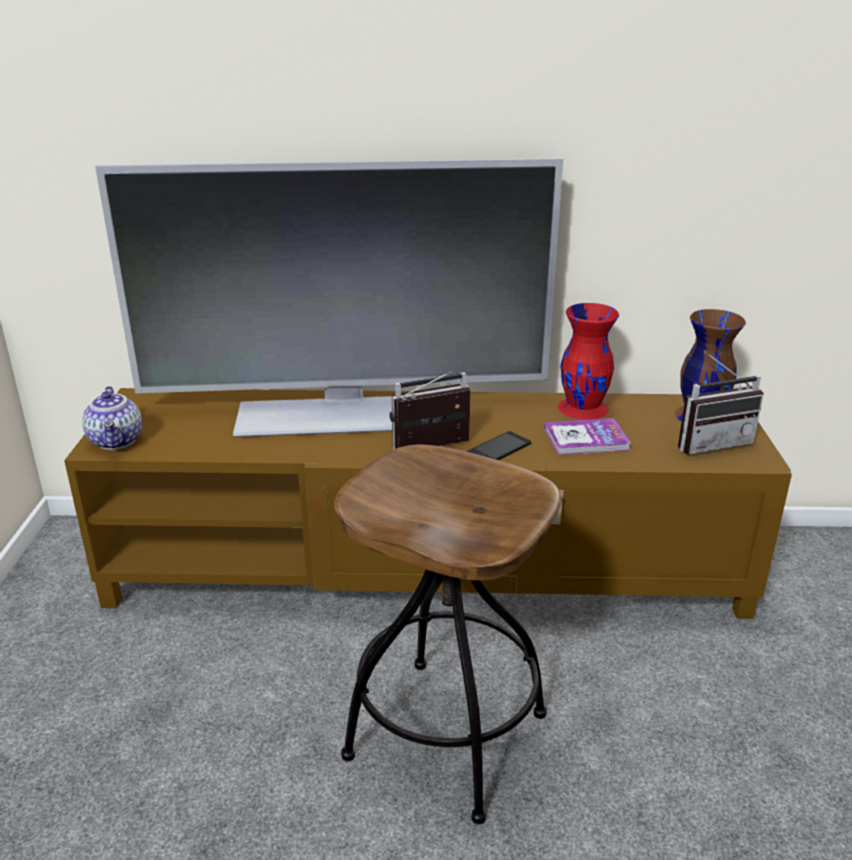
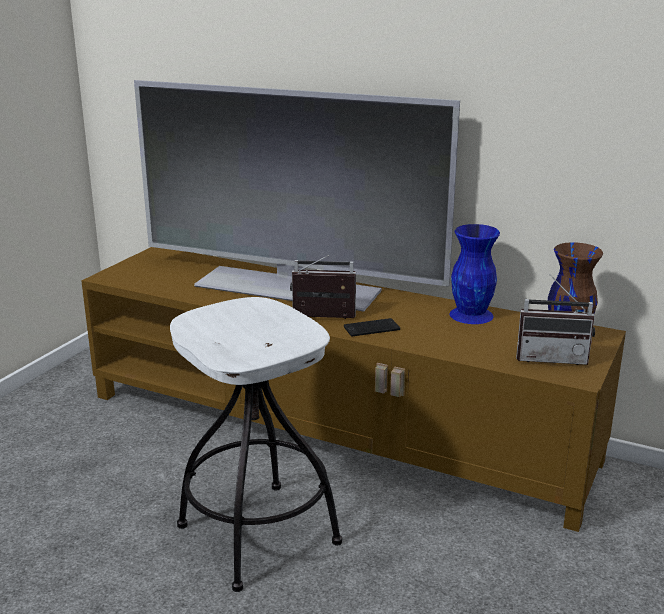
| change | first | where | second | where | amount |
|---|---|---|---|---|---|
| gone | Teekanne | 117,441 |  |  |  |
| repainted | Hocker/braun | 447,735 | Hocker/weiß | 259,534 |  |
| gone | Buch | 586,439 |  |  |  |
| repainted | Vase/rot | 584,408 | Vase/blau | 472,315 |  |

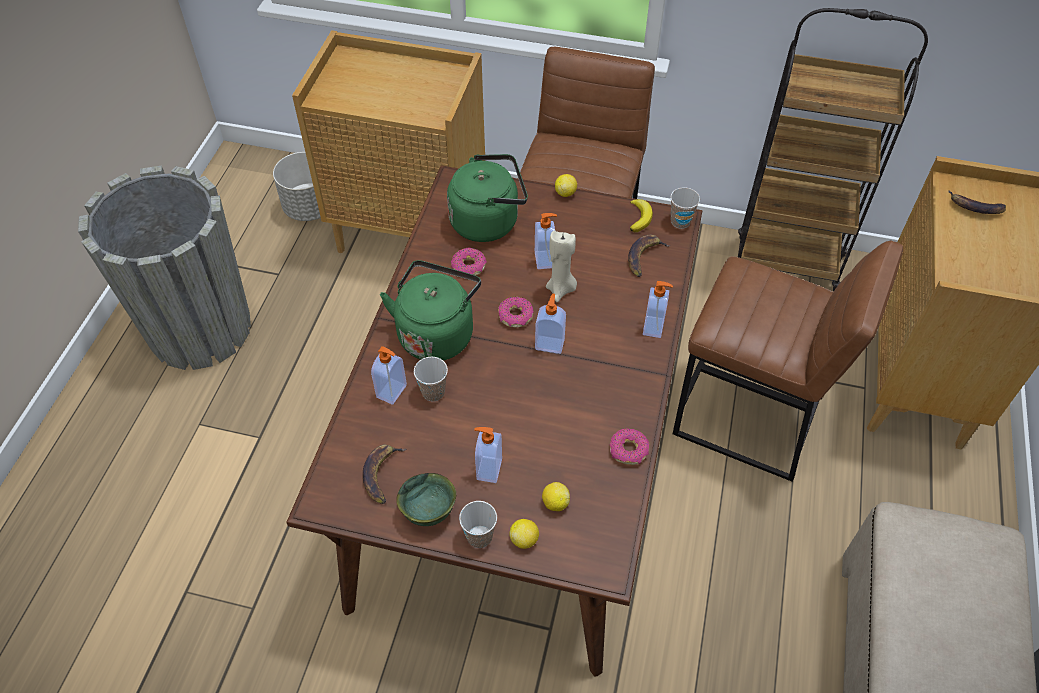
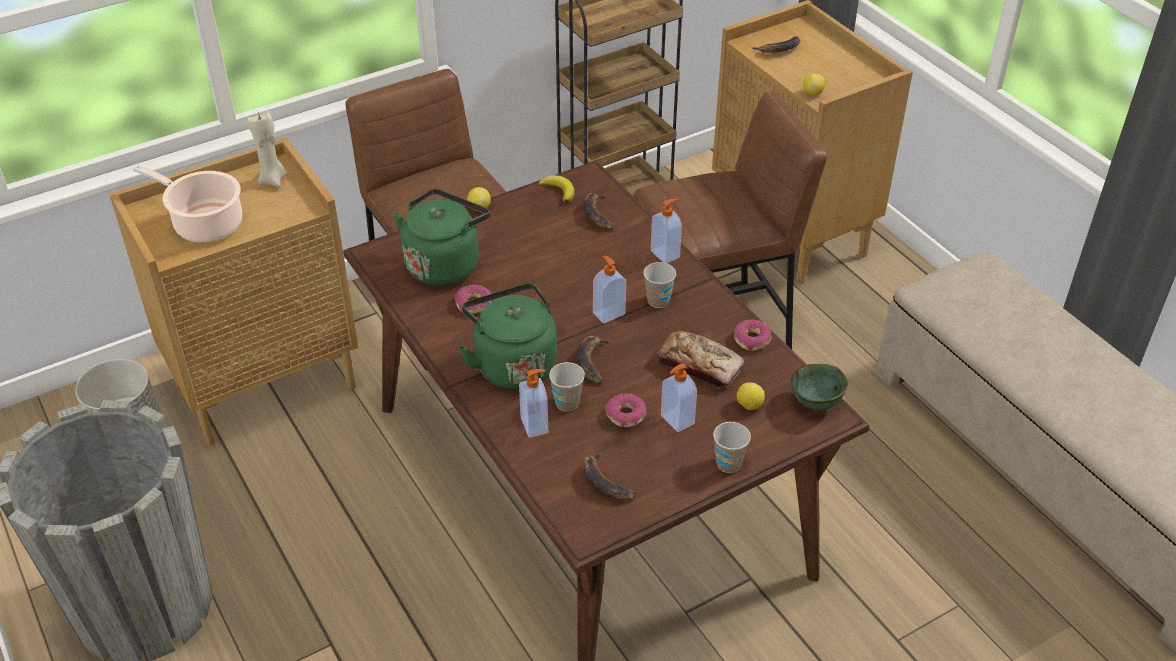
| change | first | where | second | where | amount |
|---|---|---|---|---|---|
| shifted | Schüssel/grün | 428,513 |  | 816,404 |  |
| shifted | Donut | 515,316 |  | 625,415 |  |
| shifted | Zitrone | 524,539 |  | 812,93 |  |
| gone | Seifenspender | 545,260 |  |  |  |
| shifted | Kerze/beige | 561,289 |  | 273,179 |  |
| shifted | Tasse | 680,221 |  | 658,301 |  |
| new |  |  | Kochtopf | 205,223 |  |
| new |  |  | Banane | 593,362 |  |
| new |  |  | Brot | 699,366 |  |

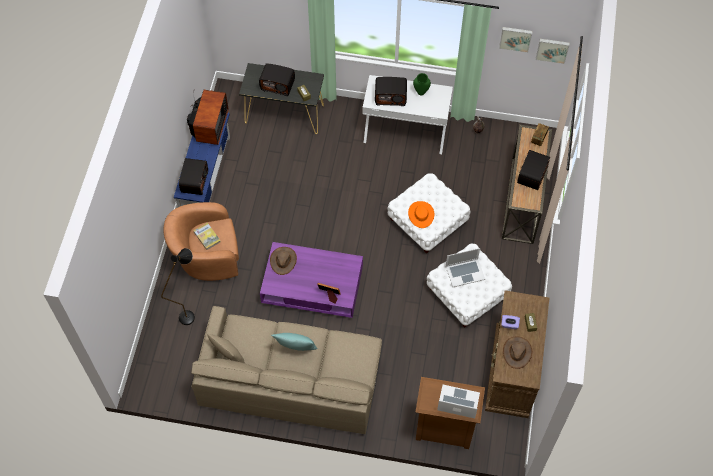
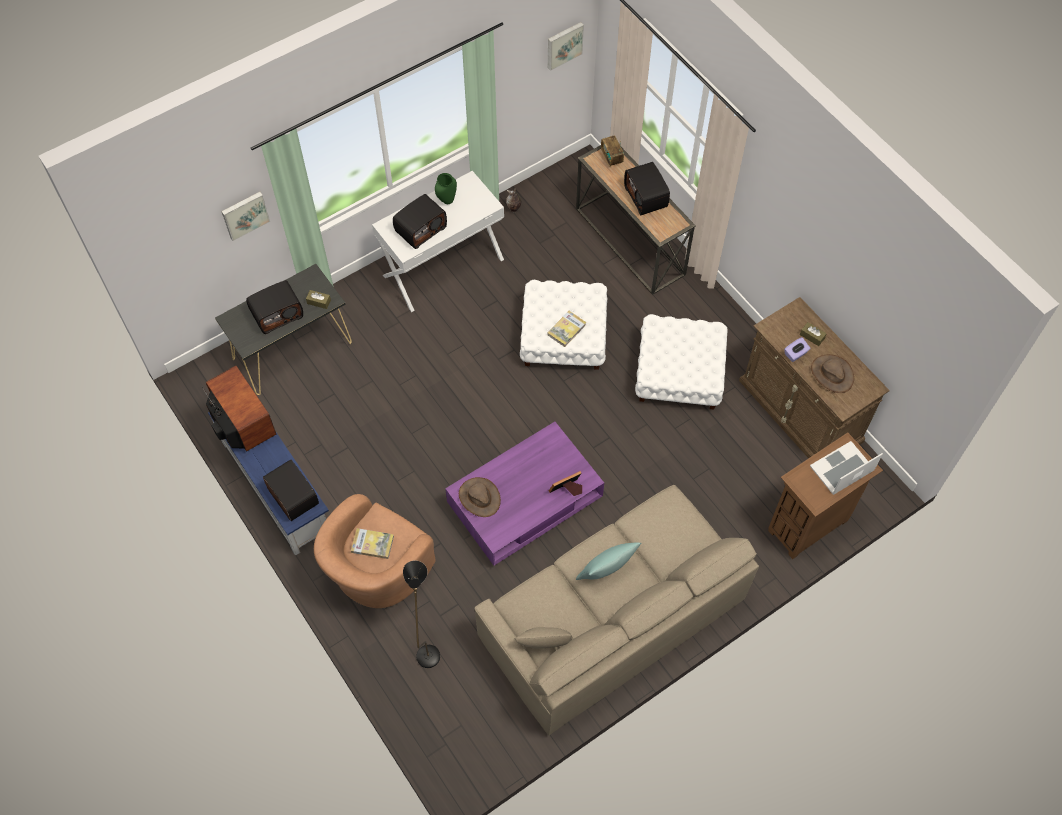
| change | first | where | second | where | amount |
|---|---|---|---|---|---|
| swapped | Hut/orange | 421,214 | Buch | 566,330 |  |
| gone | Laptop | 465,272 |  |  |  |
| shifted | Bild | 515,38 |  | 245,214 |  |

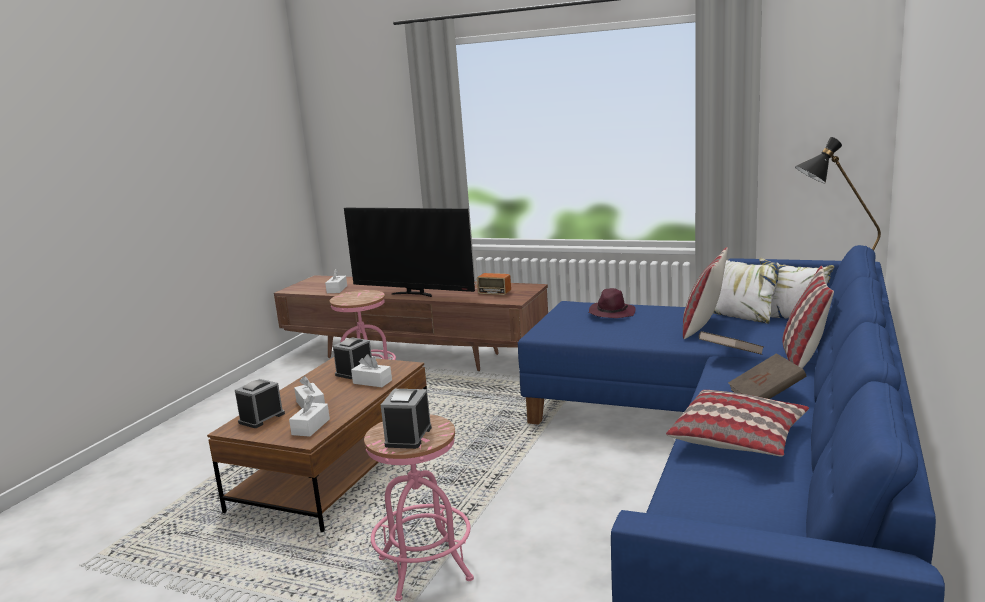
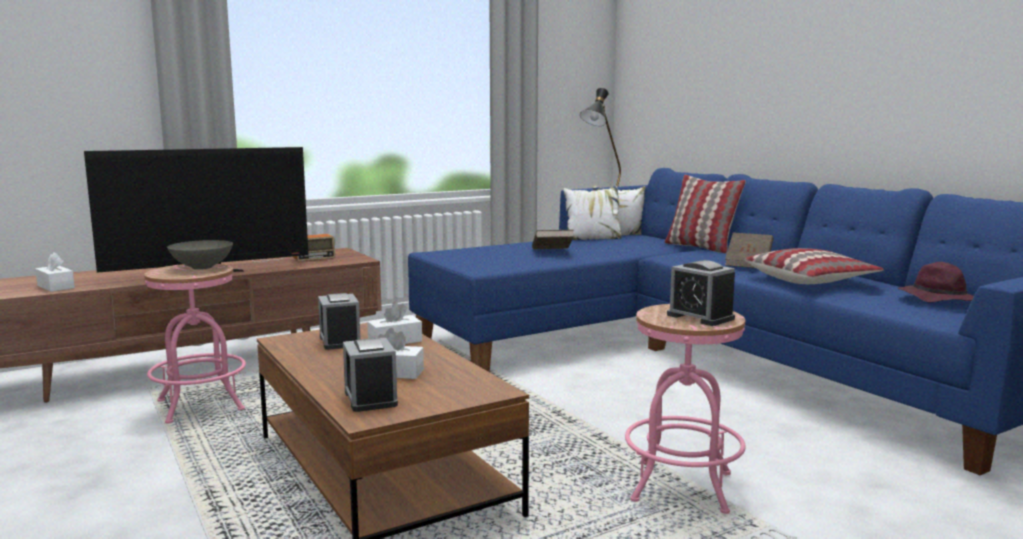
| change | first | where | second | where | amount |
|---|---|---|---|---|---|
| gone | Taschentuchbox/weiß | 311,427 |  |  |  |
| shifted | Hut/lila | 611,313 |  | 937,299 |  |
| gone | Kissen | 703,327 |  |  |  |
| shifted | Buch/braun | 730,356 |  | 552,252 |  |
| new |  |  | Schüssel/grau | 203,267 |  |

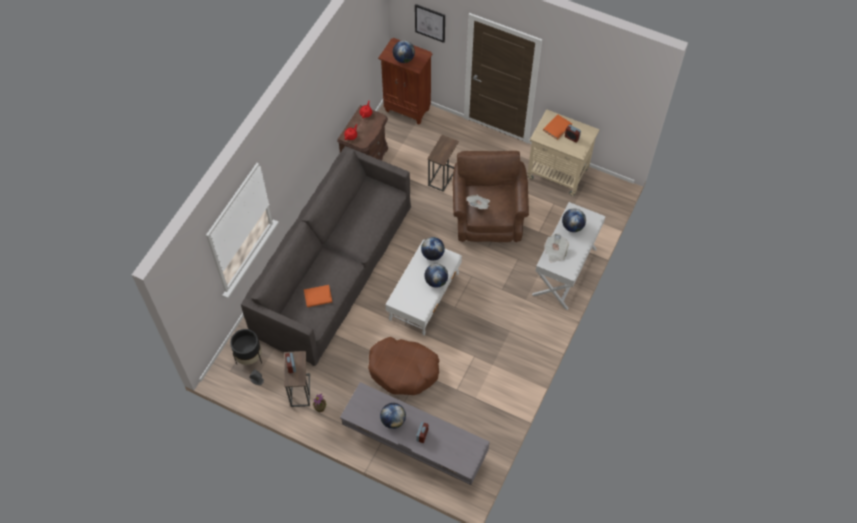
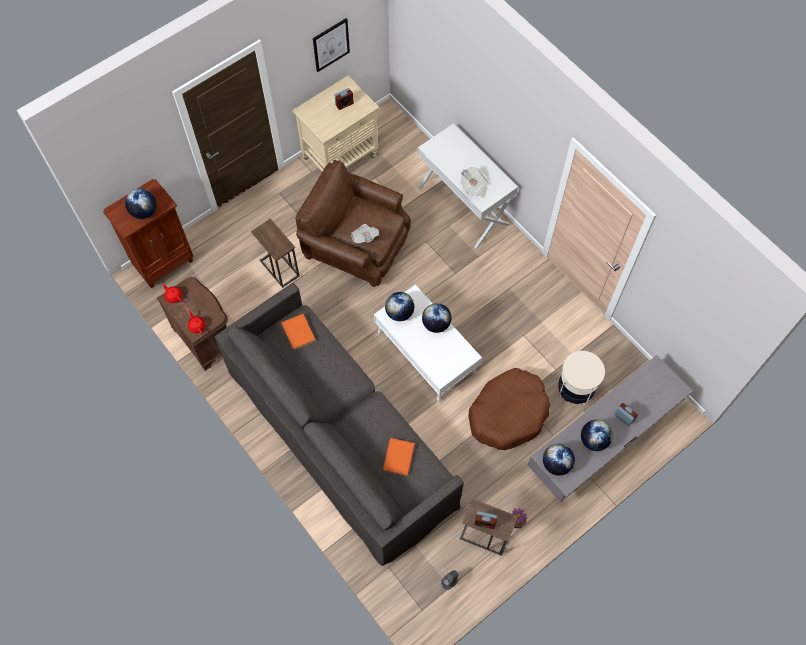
| change | first | where | second | where | amount |
|---|---|---|---|---|---|
| gone | Pflanzkübel/schwarz | 249,357 |  |  |  |
| shifted | Bild | 430,23 |  | 331,44 |  |
| shifted | Buch/orange | 557,128 |  | 299,332 |  |
| shifted | Globus | 572,226 |  | 556,464 |  |
| new |  |  | Beistelltisch/beige | 575,389 |  |

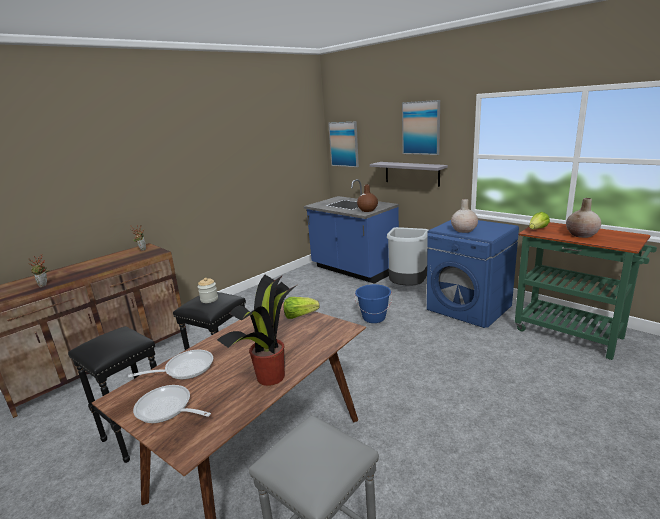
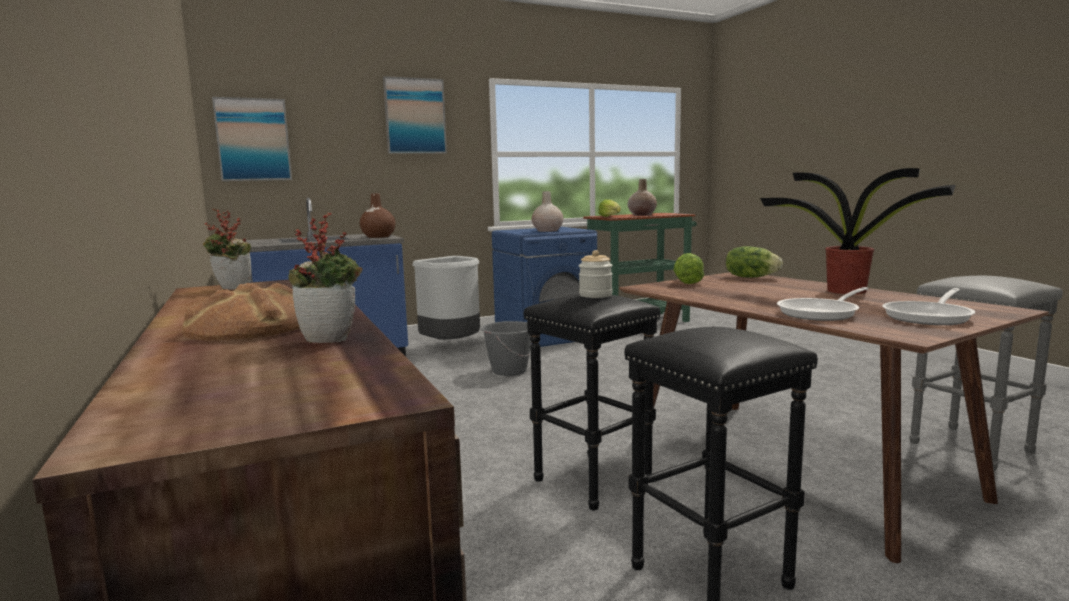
| change | first | where | second | where | amount |
|---|---|---|---|---|---|
| rotated | Pfanne | 185,369 |  | 822,313 | 120 degrees counterclockwise |
| repainted | Eimer/blau | 374,318 | Eimer/grau | 509,371 |  |
| gone | Wandregal/grau | 411,173 |  |  |  |
| new |  |  | Brot | 252,327 |  |
| new |  |  | Salatkopf | 750,277 |  |

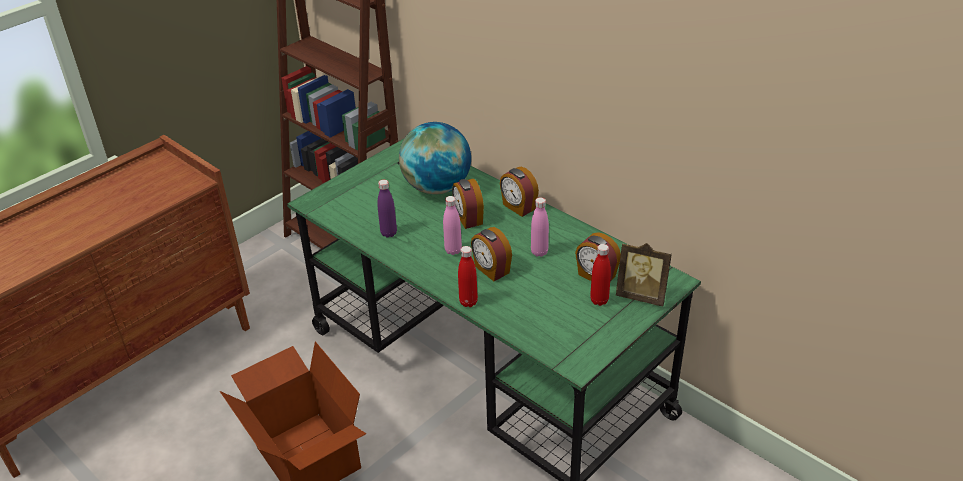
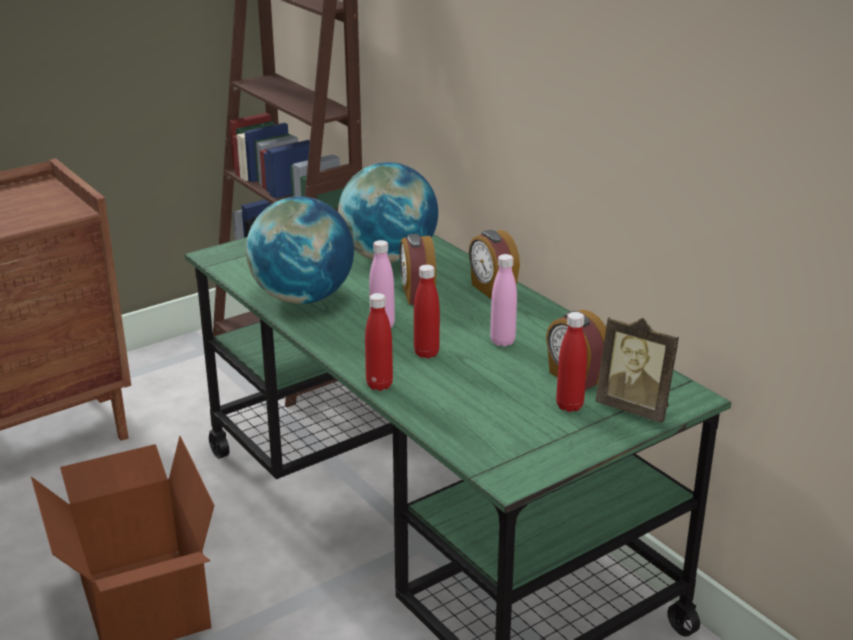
| change | first | where | second | where | amount |
|---|---|---|---|---|---|
| swapped | Flasche/lila | 389,233 | Globus | 303,298 |  |
| swapped | Wecker | 491,270 | Flasche/rot | 426,353 |  |

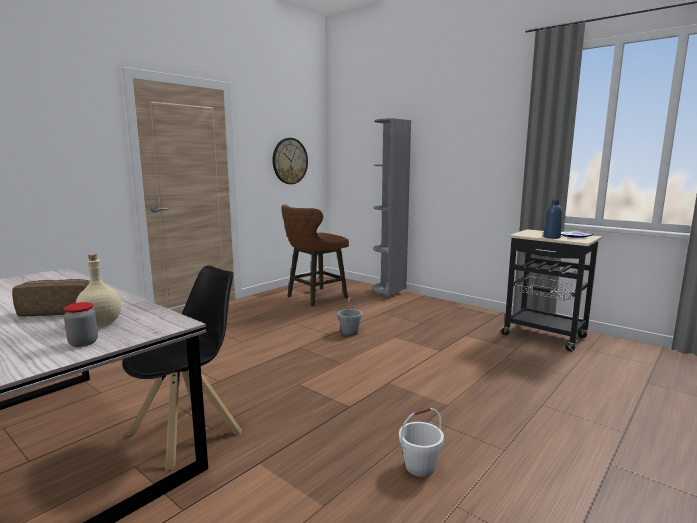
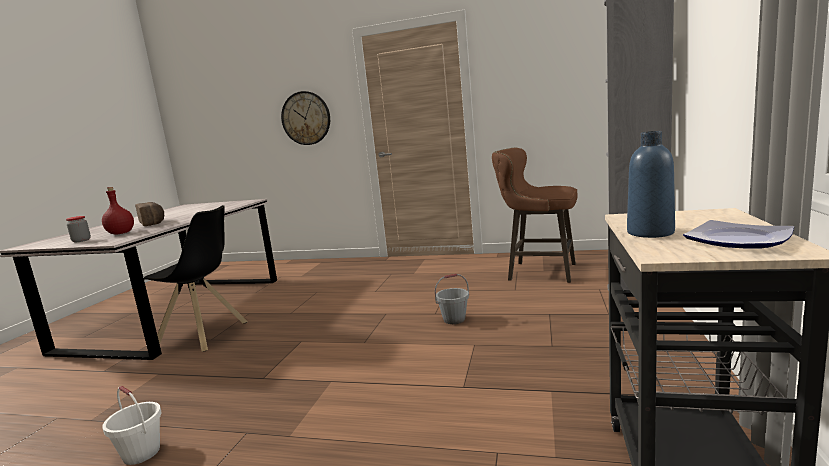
| change | first | where | second | where | amount |
|---|---|---|---|---|---|
| repainted | Flasche/beige | 101,323 | Flasche/rot | 121,233 |  |
| shifted | Wanduhr | 290,161 |  | 306,118 |  |

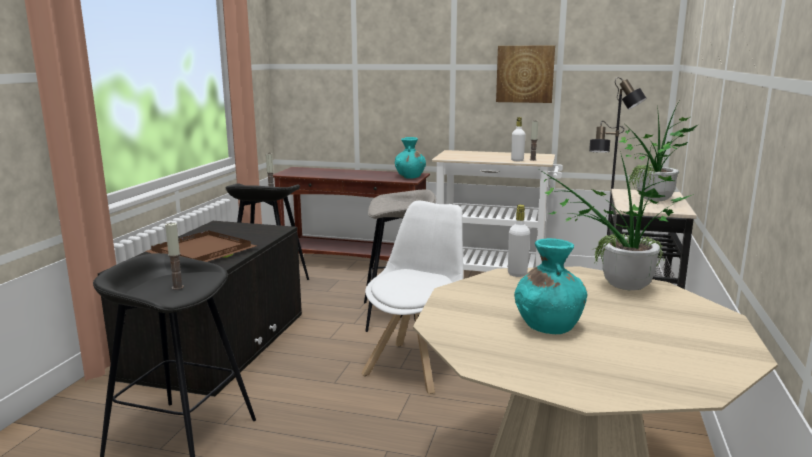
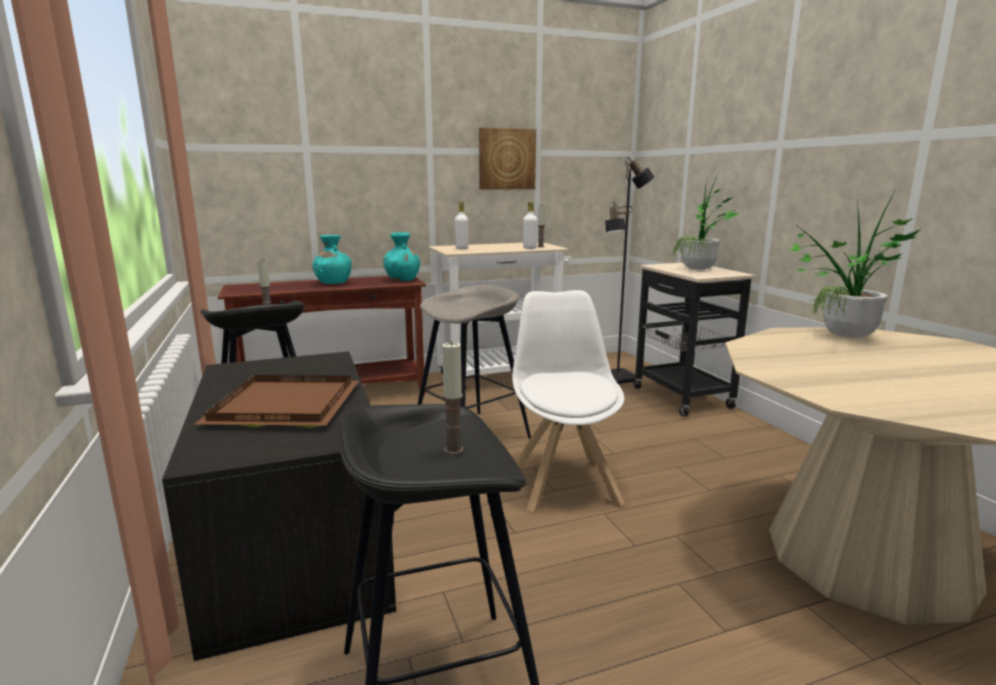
| change | first | where | second | where | amount |
|---|---|---|---|---|---|
| shifted | Flasche/weiß | 517,274 |  | 462,248 |  |
| shifted | Vase/türkis | 548,325 |  | 333,283 |  |

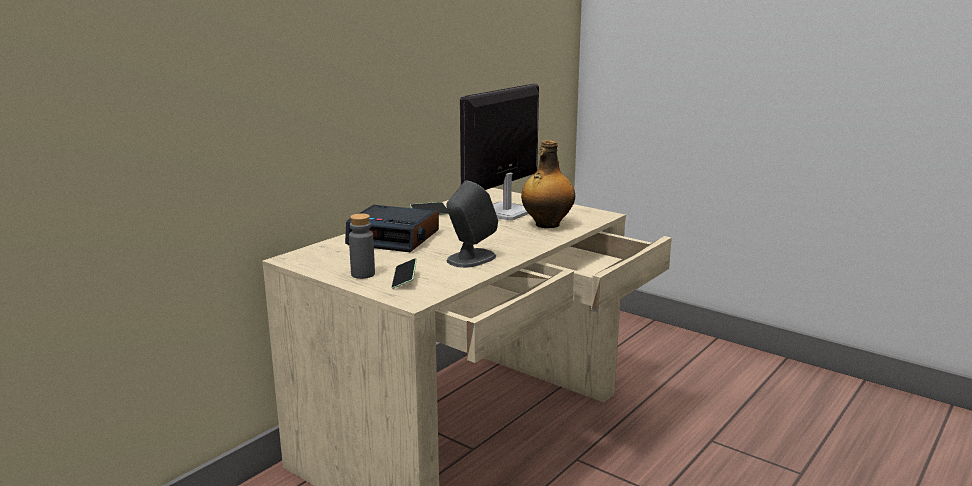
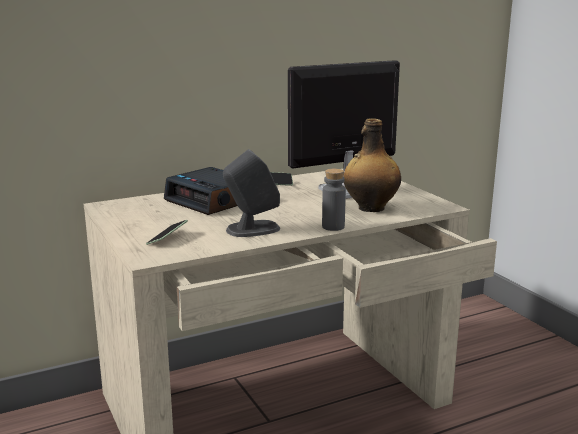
| change | first | where | second | where | amount |
|---|---|---|---|---|---|
| shifted | Flasche/grau | 363,274 |  | 333,227 |  |

